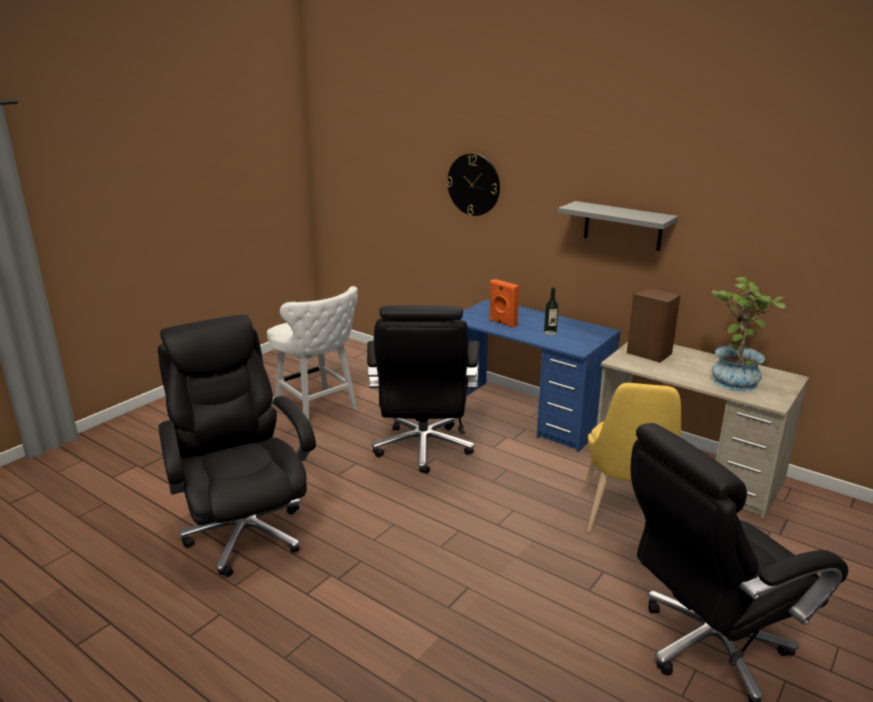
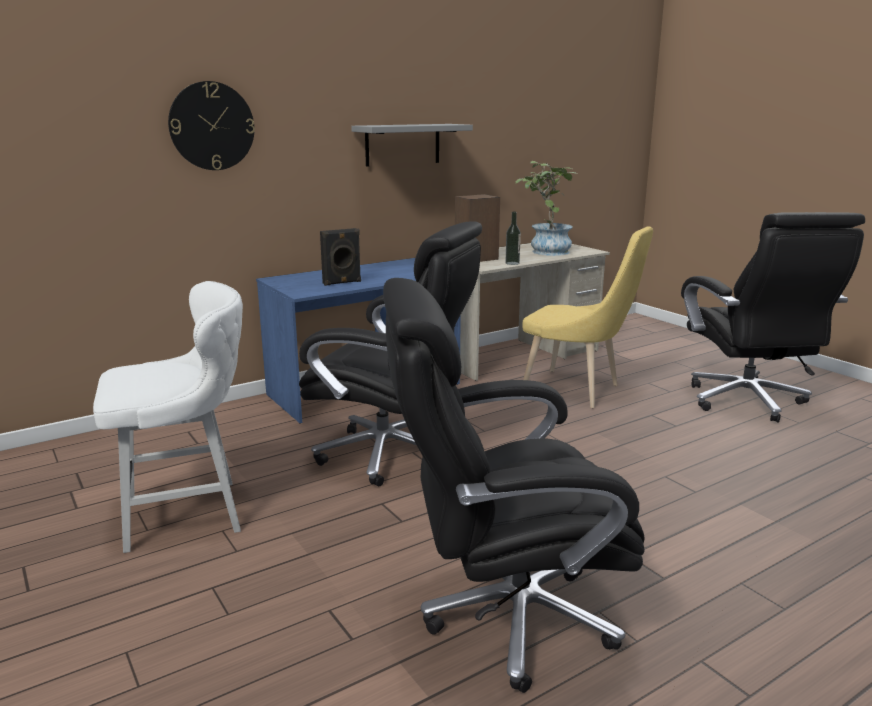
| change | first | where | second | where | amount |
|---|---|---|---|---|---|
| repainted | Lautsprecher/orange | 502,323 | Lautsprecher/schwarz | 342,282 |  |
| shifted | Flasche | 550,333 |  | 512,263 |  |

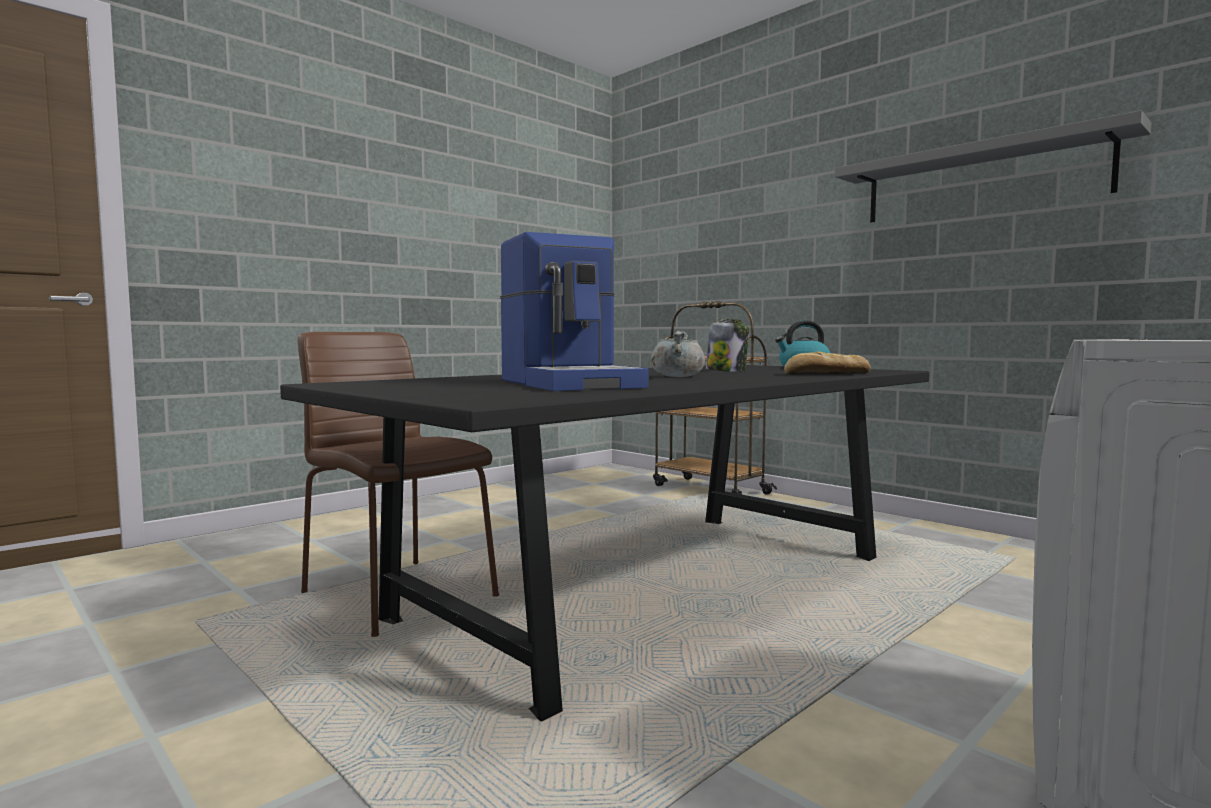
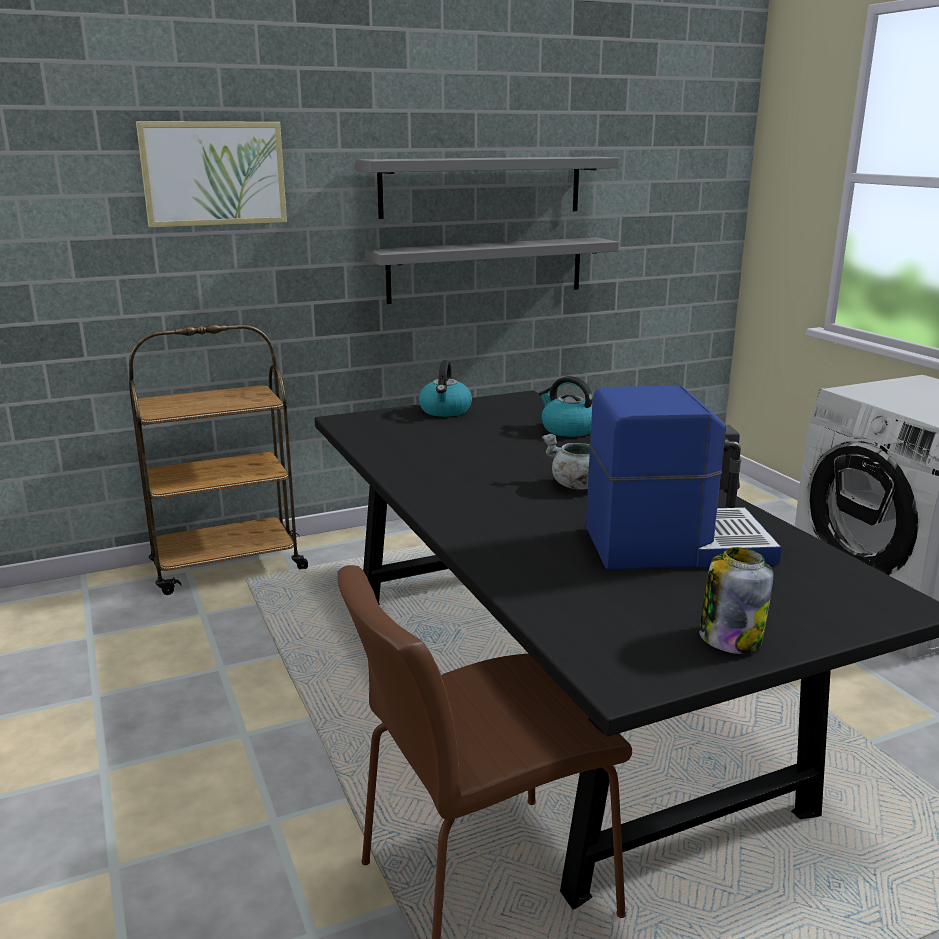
| change | first | where | second | where | amount |
|---|---|---|---|---|---|
| shifted | Vorratsglas | 726,371 |  | 730,638 |  |
| swapped | Brot | 825,374 | Wasserkessel | 568,429 |  |
| new |  |  | Bild | 214,173 |  |
| new |  |  | Wandregal/grau | 486,269 |  |

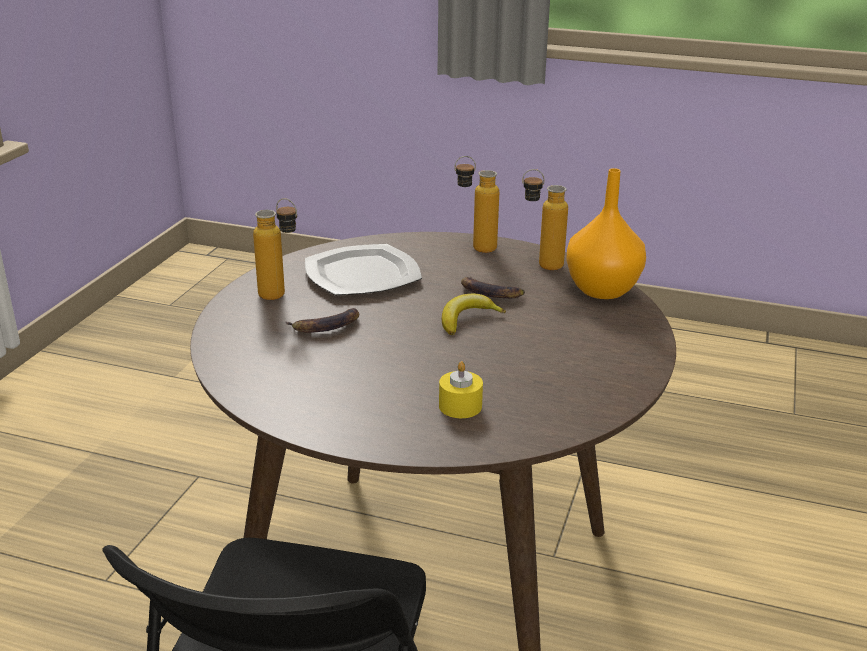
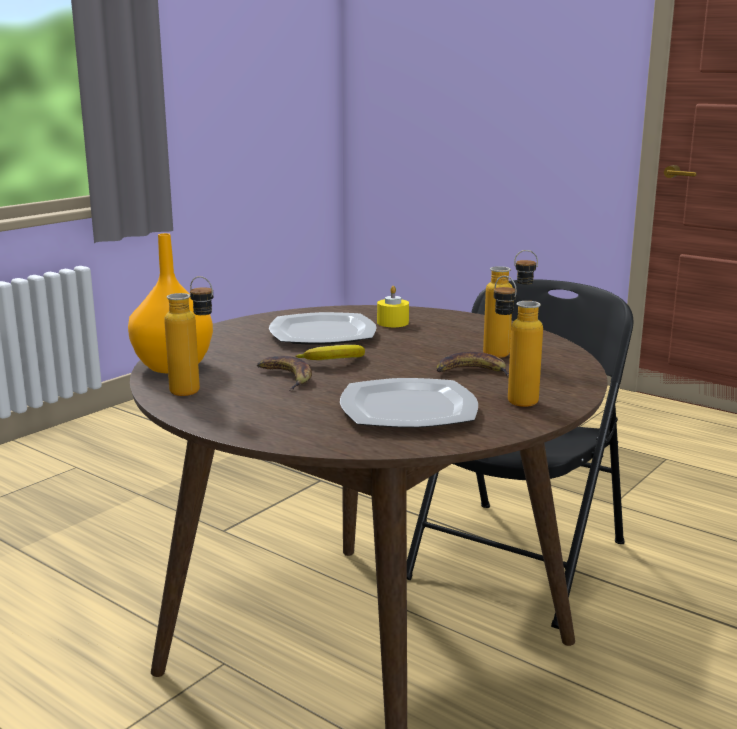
| change | first | where | second | where | amount |
|---|---|---|---|---|---|
| shifted | Flasche | 474,249 |  | 507,355 |  |
| new |  |  | Teller | 322,334 |  |

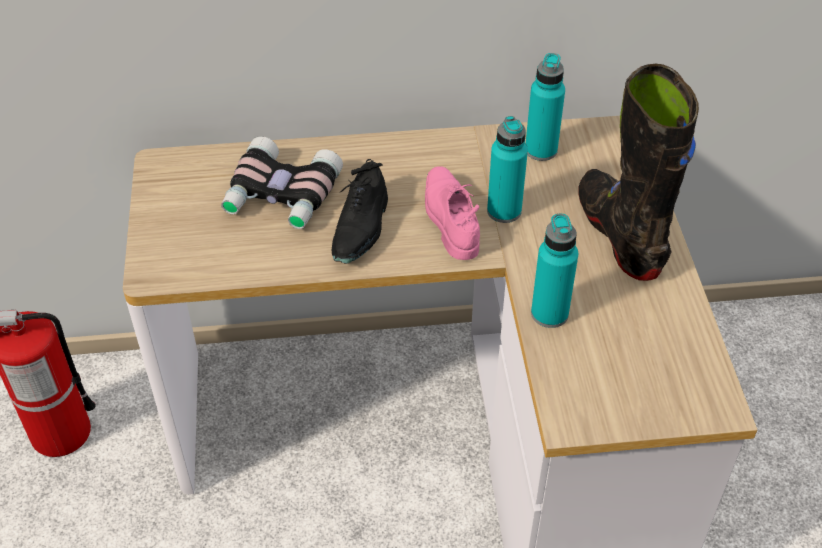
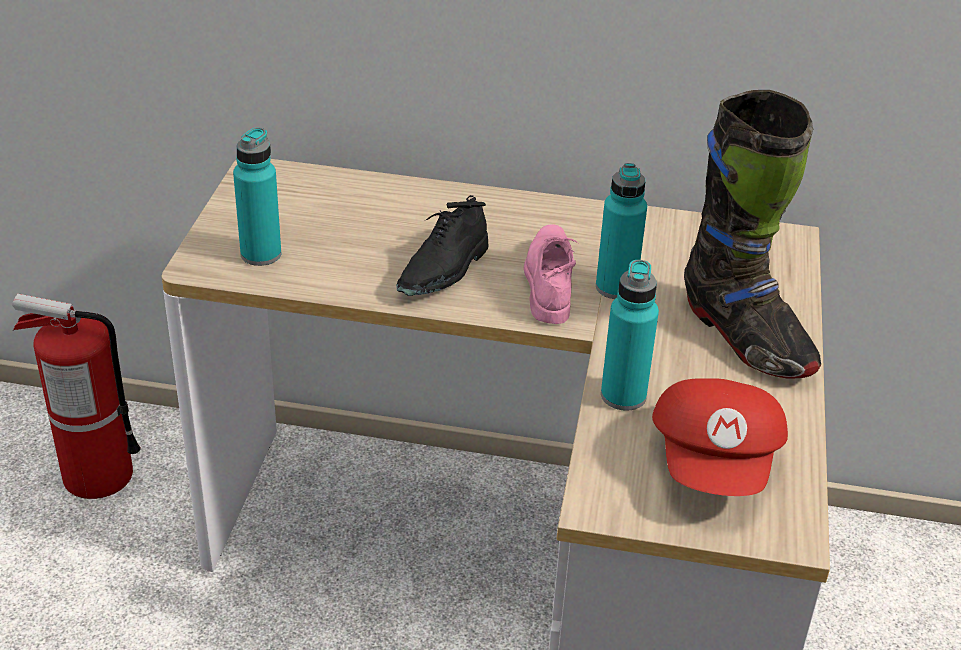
| change | first | where | second | where | amount |
|---|---|---|---|---|---|
| gone | Fernglas | 281,196 |  |  |  |
| shifted | Flasche/türkis | 541,150 |  | 261,254 |  |
| rotated | Stiefel/schwarz | 620,234 |  | 745,337 | 150 degrees clockwise |
| new |  |  | Kappe/rot | 716,463 |  |

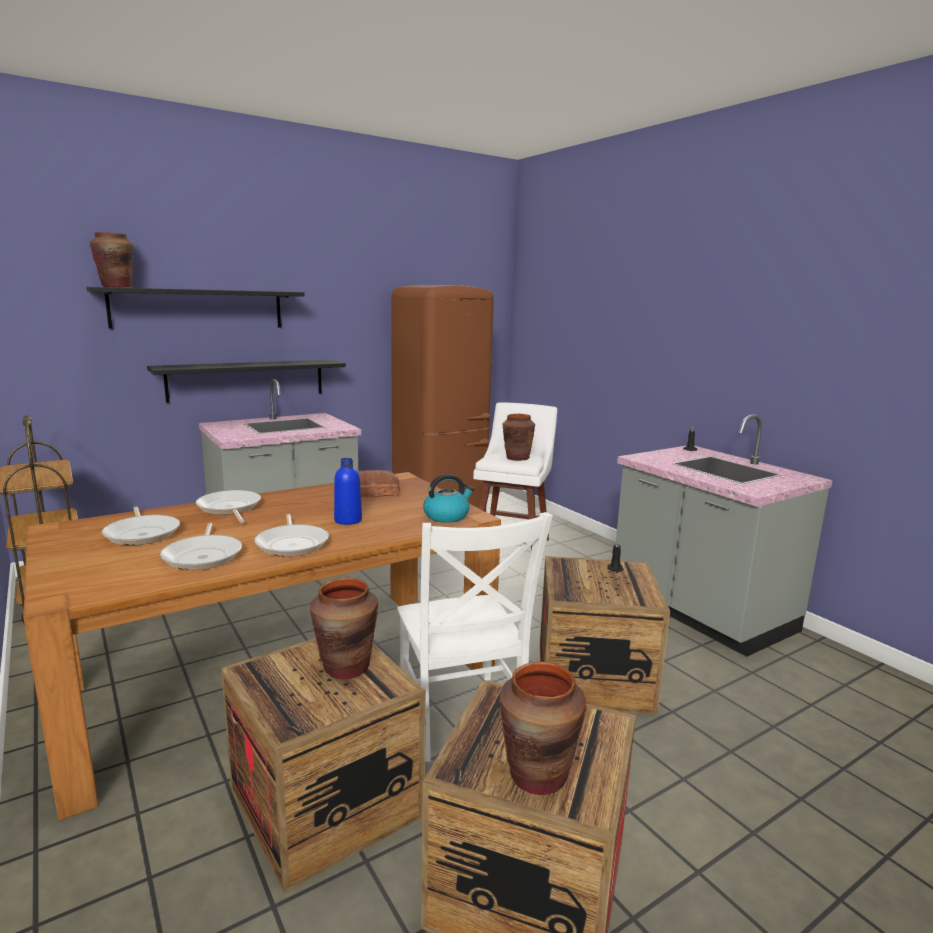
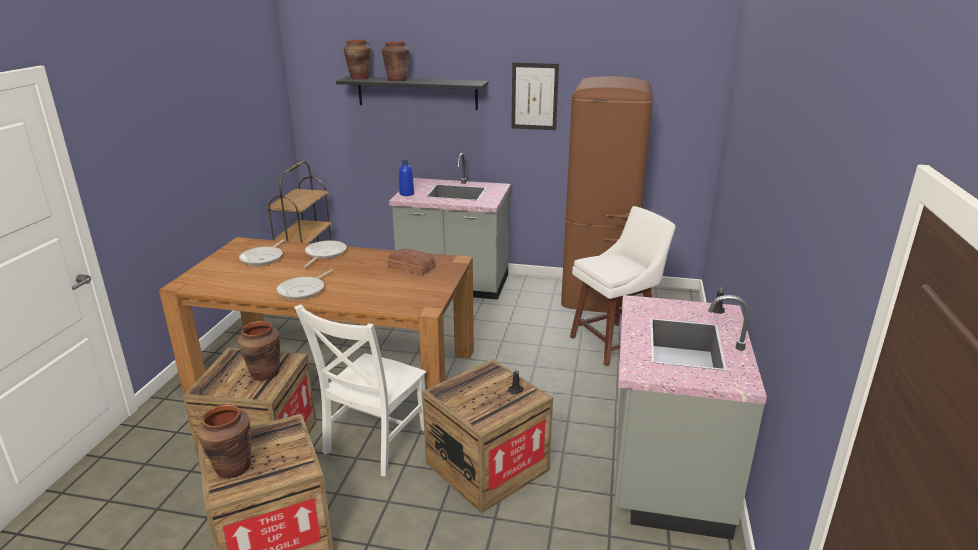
| change | first | where | second | where | amount |
|---|---|---|---|---|---|
| gone | Wandregal/schwarz | 247,380 |  |  |  |
| gone | Pfanne | 204,556 |  |  |  |
| shifted | Flasche/blau | 348,520 |  | 406,194 |  |
| gone | Wasserkessel | 447,516 |  |  |  |
| shifted | Vase/braun | 517,458 |  | 397,80 |  |
| new |  |  | Bild | 534,96 |  |

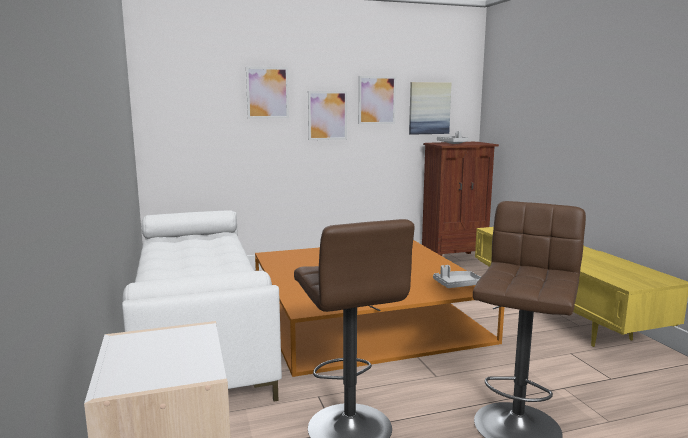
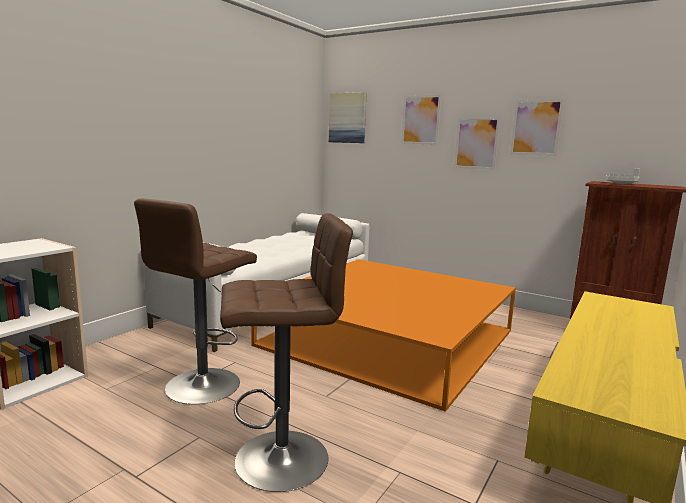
| change | first | where | second | where | amount |
|---|---|---|---|---|---|
| shifted | Bild | 429,108 |  | 347,118 |  |
| gone | Tablett/grau | 457,285 |  |  |  |

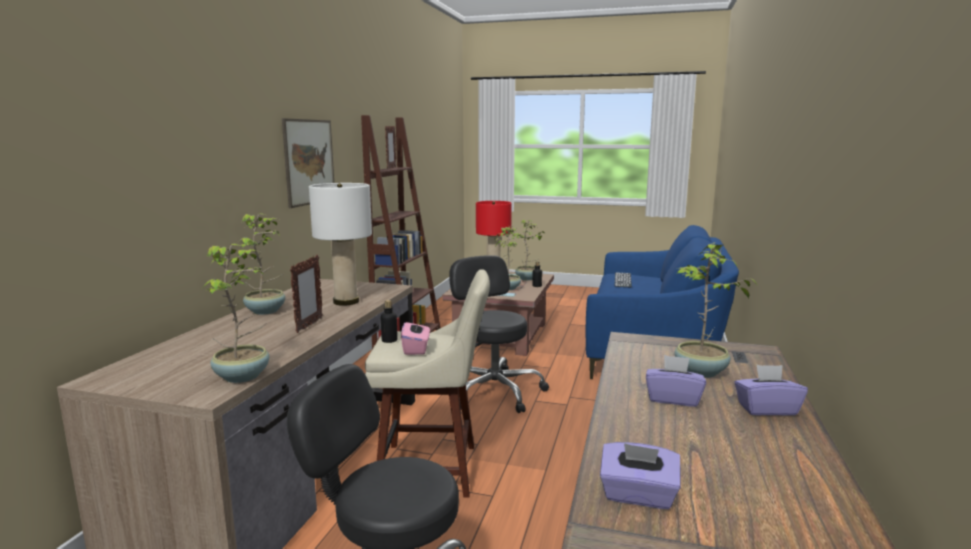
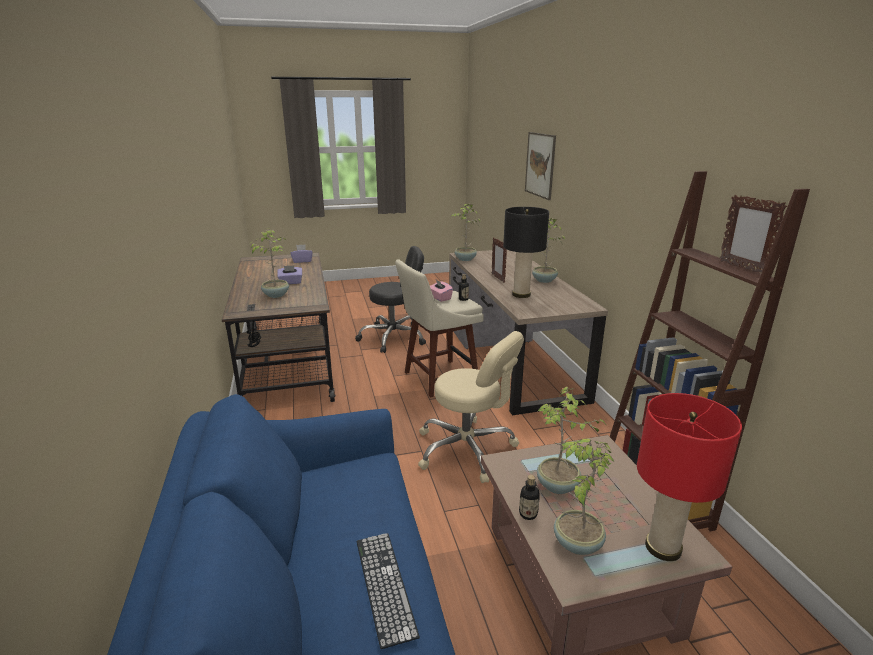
| change | first | where | second | where | amount |
|---|---|---|---|---|---|
| shifted | Bild | 309,162 |  | 540,165 |  |
| repainted | Tischlampe/weiß | 345,302 | Tischlampe/schwarz | 521,294 |  |
| repainted | Bürostuhl/schwarz | 492,389 | Bürostuhl/beige | 470,451 |  |
| gone | Taschentuchbox/lila | 766,409 |  |  |  |

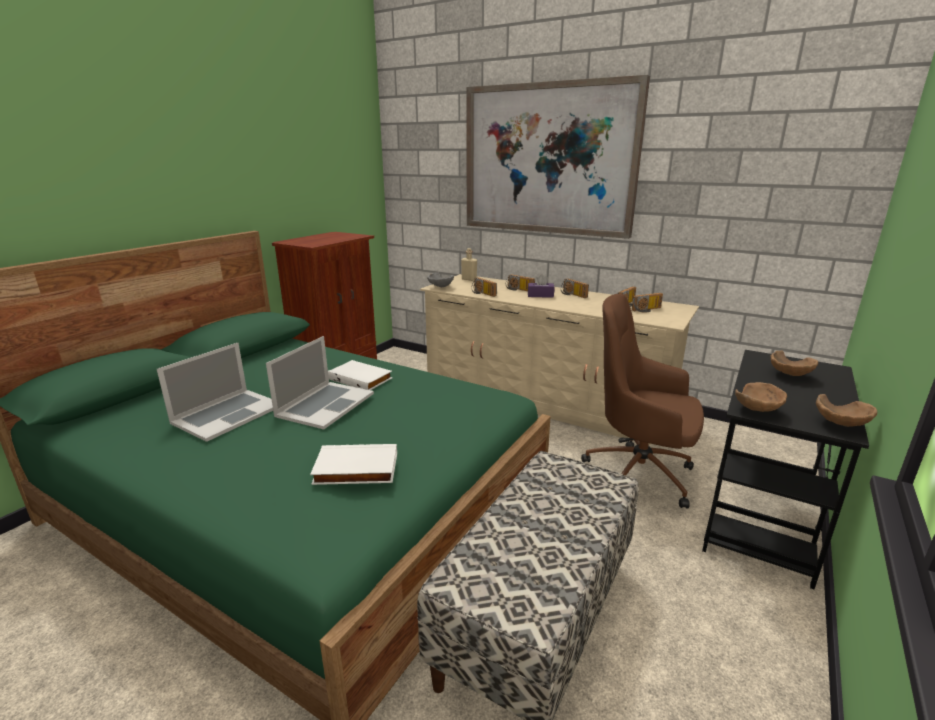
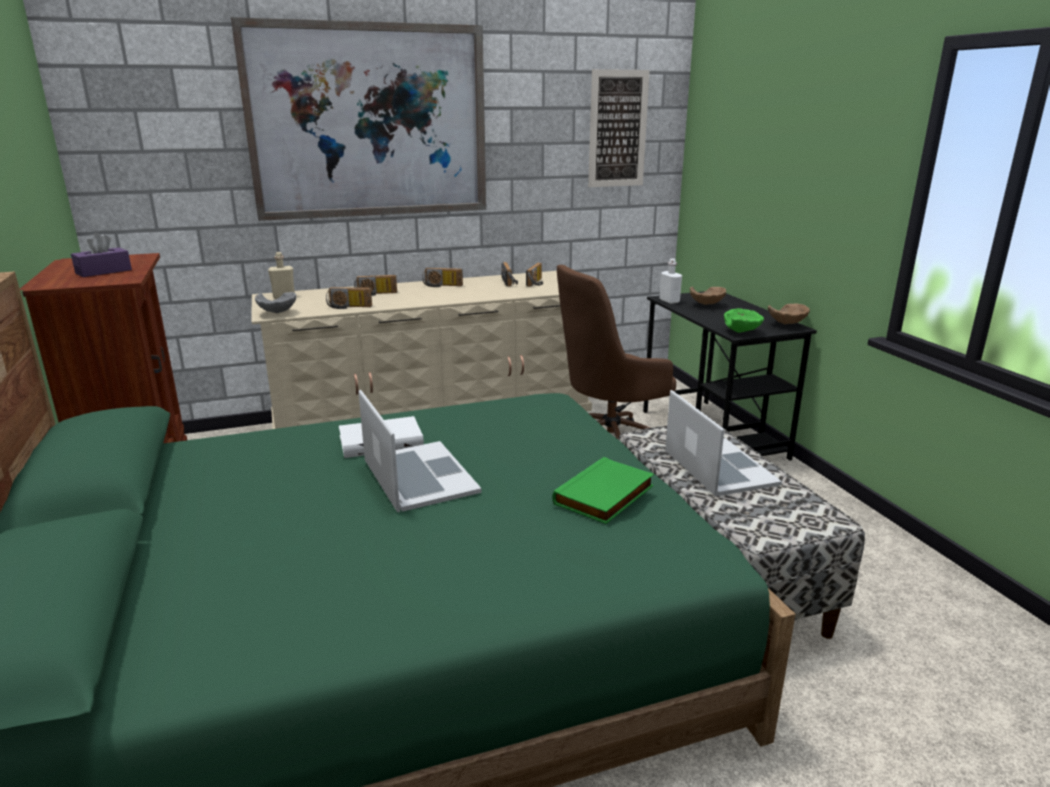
| change | first | where | second | where | amount |
|---|---|---|---|---|---|
| shifted | Laptop | 227,414 |  | 719,467 |  |
| repainted | Buch/weiß | 355,470 | Buch/grün | 605,496 |  |
| shifted | Taschentuchbox/lila | 540,295 |  | 103,271 |  |
| repainted | Schüssel/braun | 757,411 | Schüssel/grün | 742,332 |  |
| new |  |  | Bild | 618,129 |  |
| new |  |  | Flasche/weiß | 669,301 |  |

